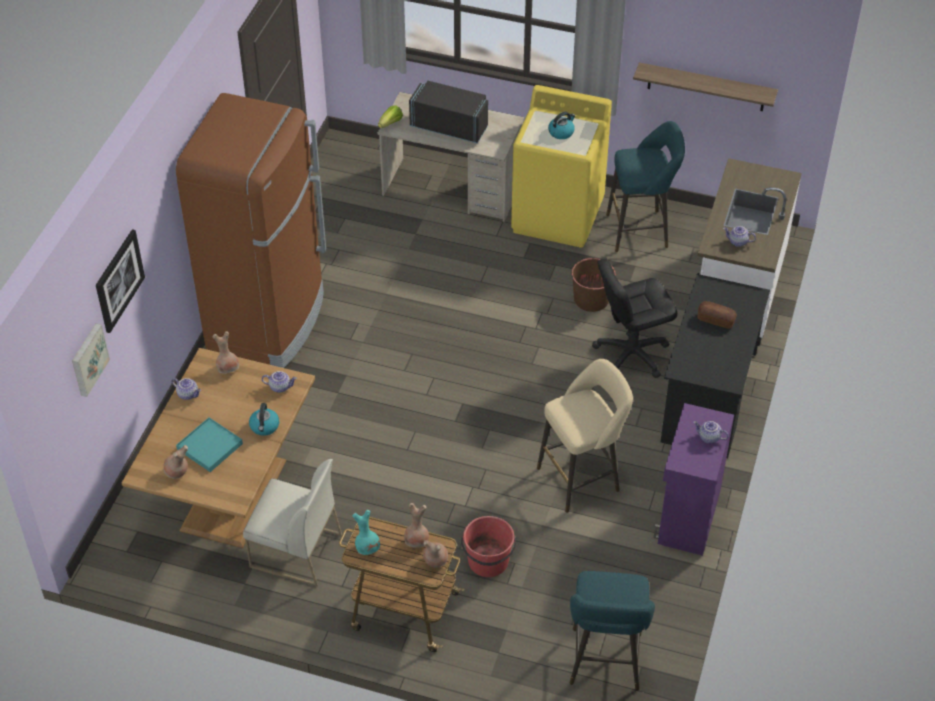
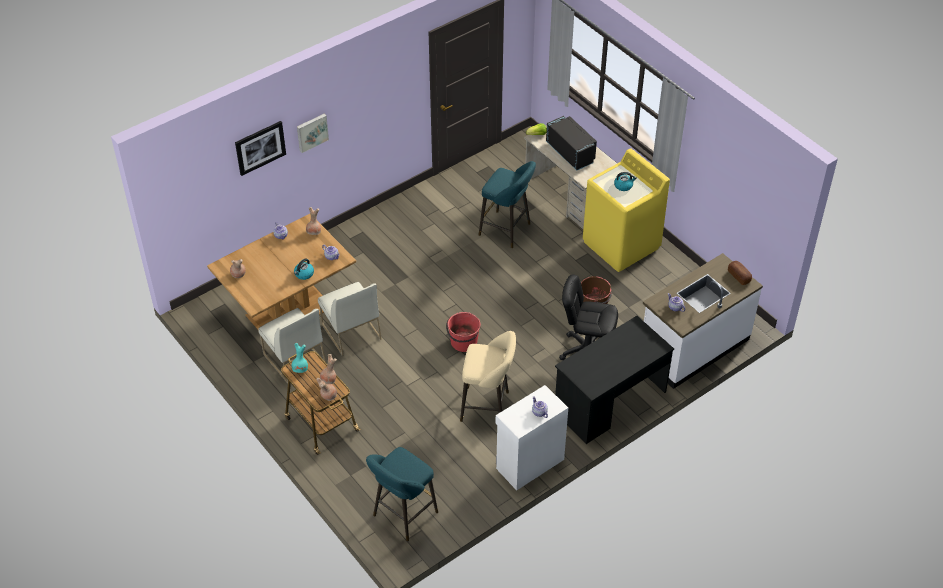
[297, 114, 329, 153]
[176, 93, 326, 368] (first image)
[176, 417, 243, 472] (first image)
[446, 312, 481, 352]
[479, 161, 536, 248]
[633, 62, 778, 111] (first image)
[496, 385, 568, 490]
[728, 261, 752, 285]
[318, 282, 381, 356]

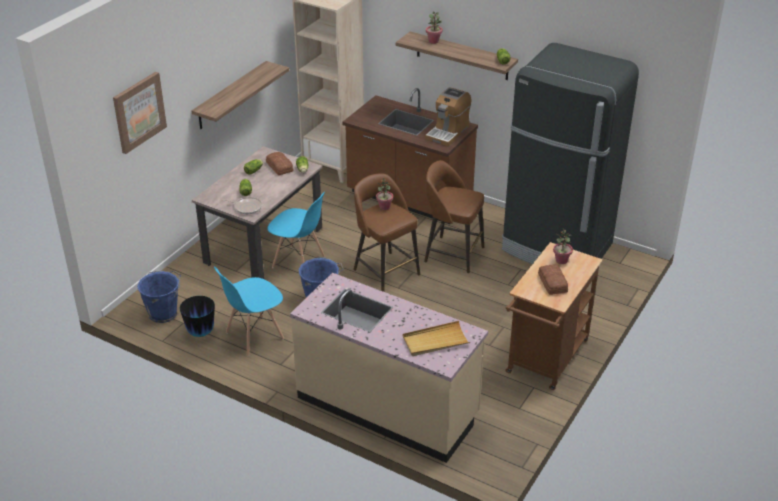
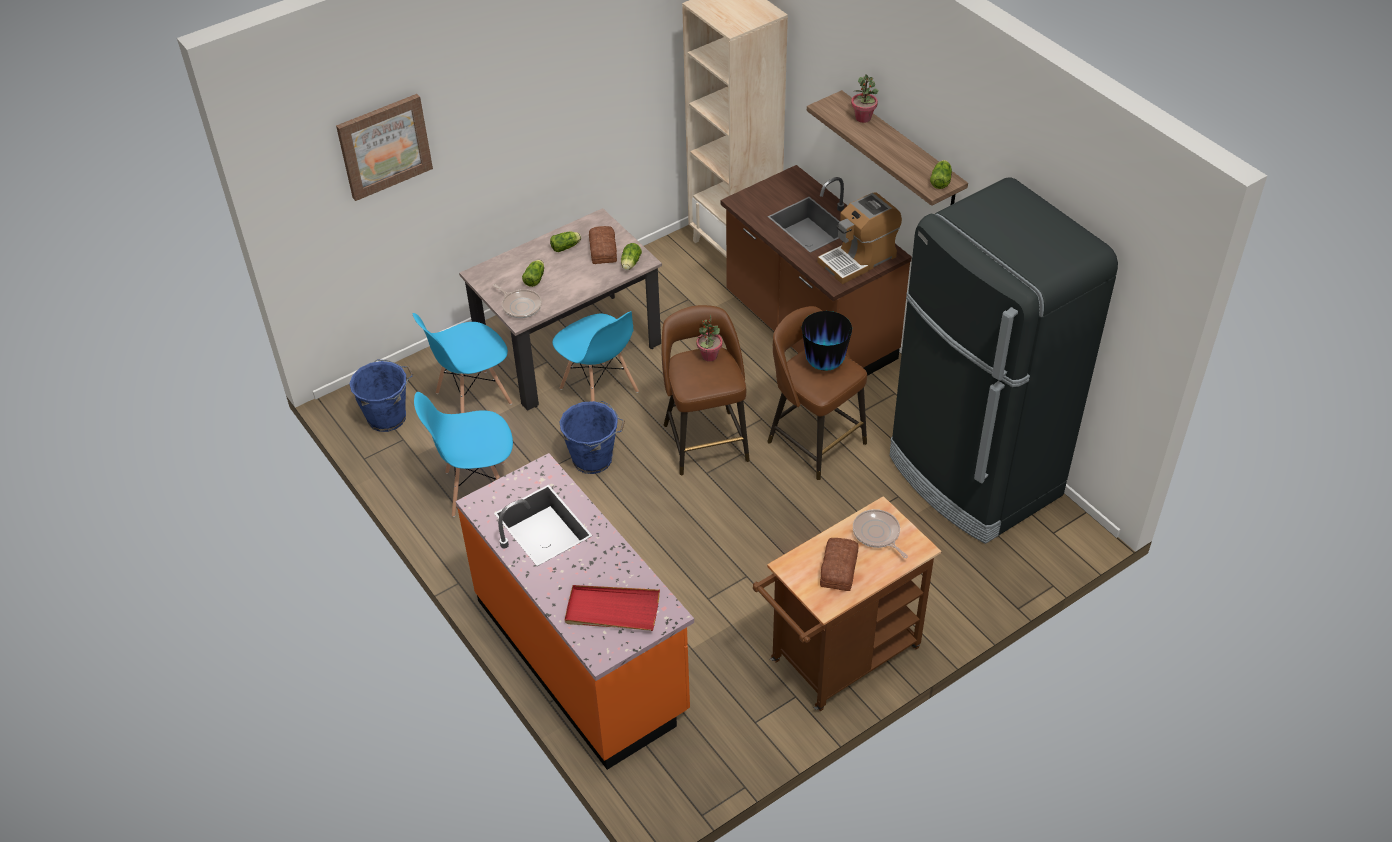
[802, 311, 852, 371]
[191, 61, 289, 129] (first image)
[456, 453, 694, 770]
[565, 585, 660, 631]
[853, 509, 908, 558]
[413, 313, 512, 413]

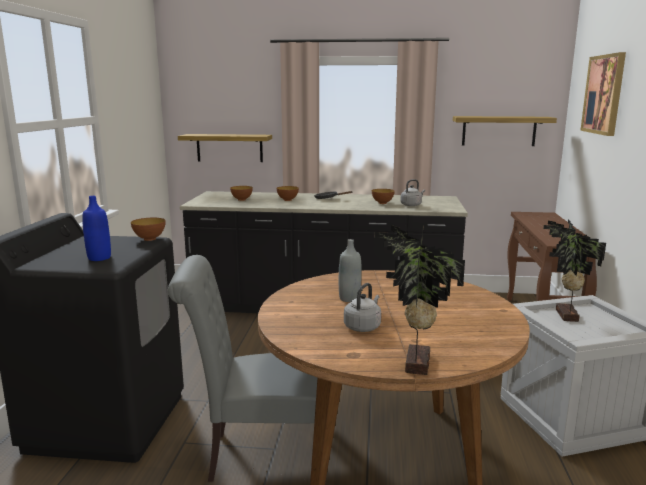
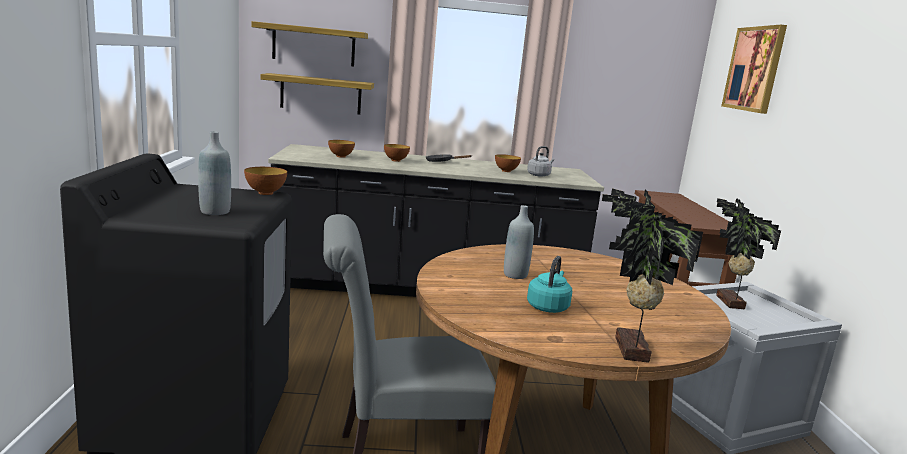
[198, 131, 231, 215]
[527, 256, 572, 313]
[252, 21, 368, 67]

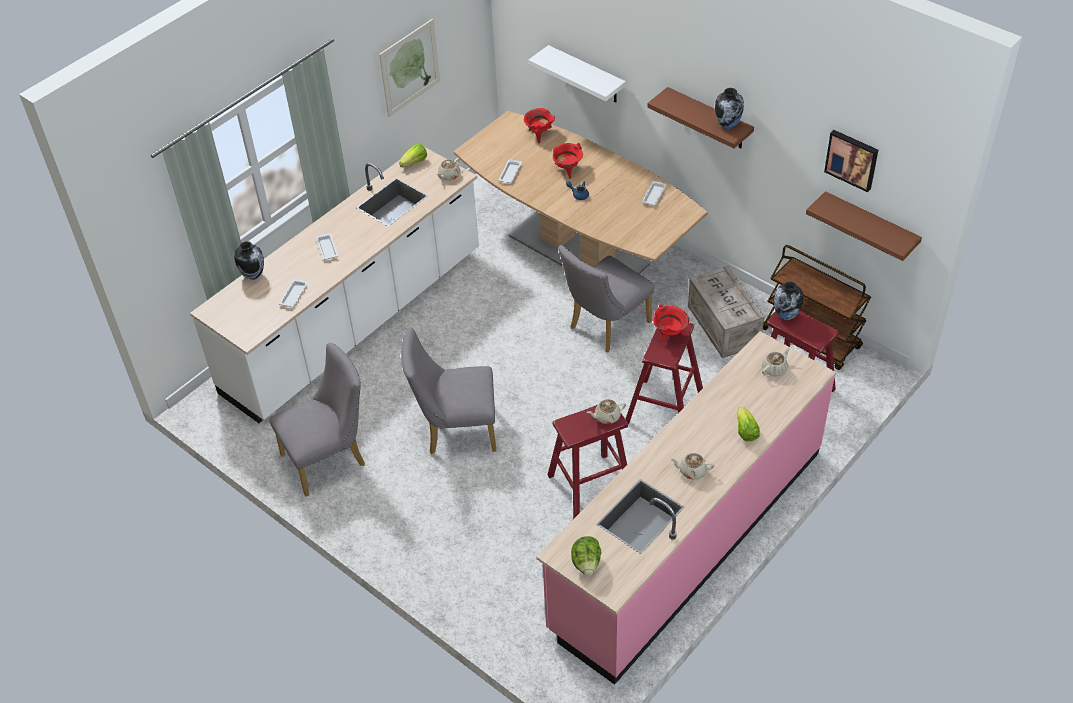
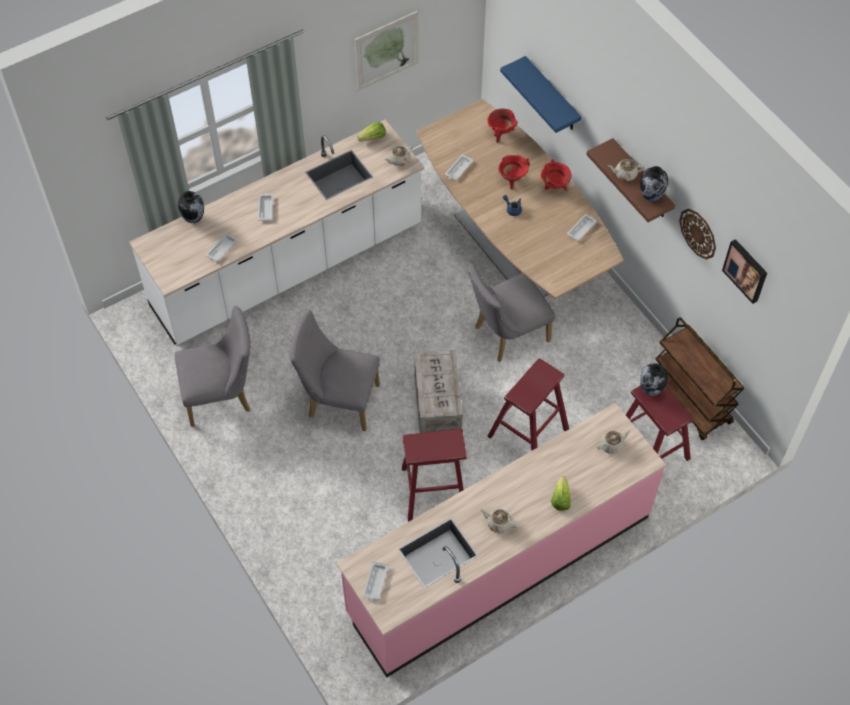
[500, 56, 582, 133]
[363, 561, 388, 600]
[608, 159, 644, 181]
[541, 159, 572, 191]
[414, 350, 463, 433]
[806, 191, 922, 261] (first image)
[679, 208, 716, 260]

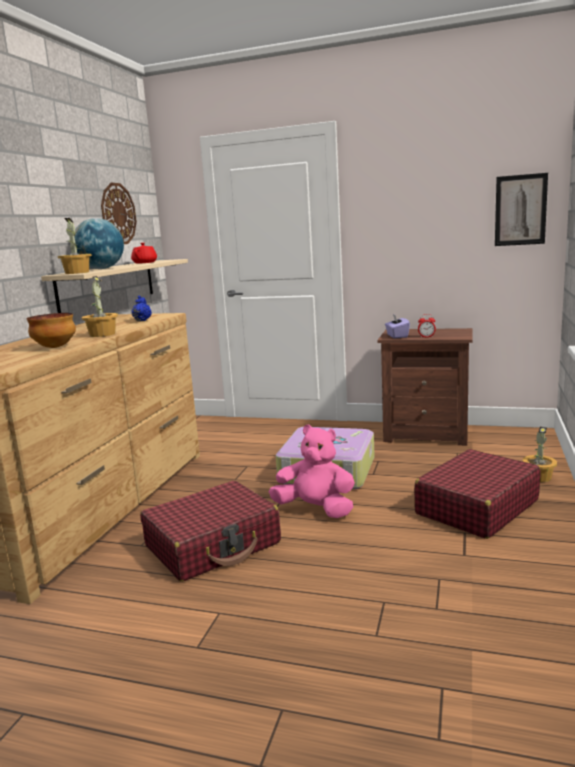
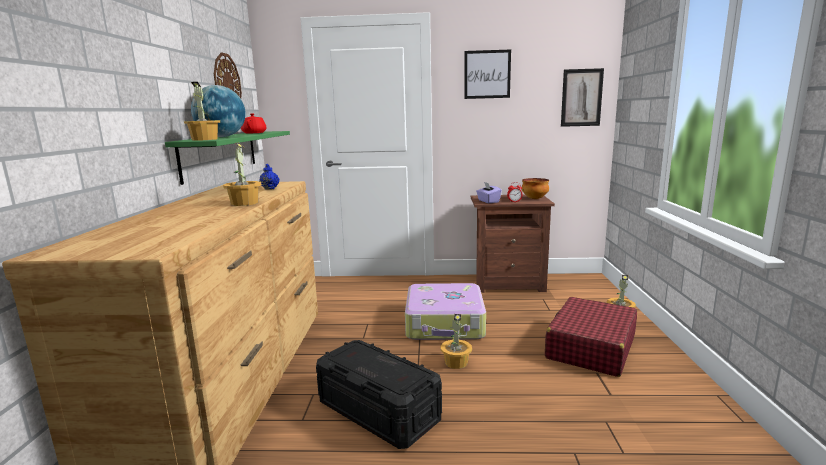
[522, 178, 549, 199]
[165, 131, 290, 185]
[316, 340, 442, 449]
[441, 314, 472, 369]
[464, 49, 511, 99]

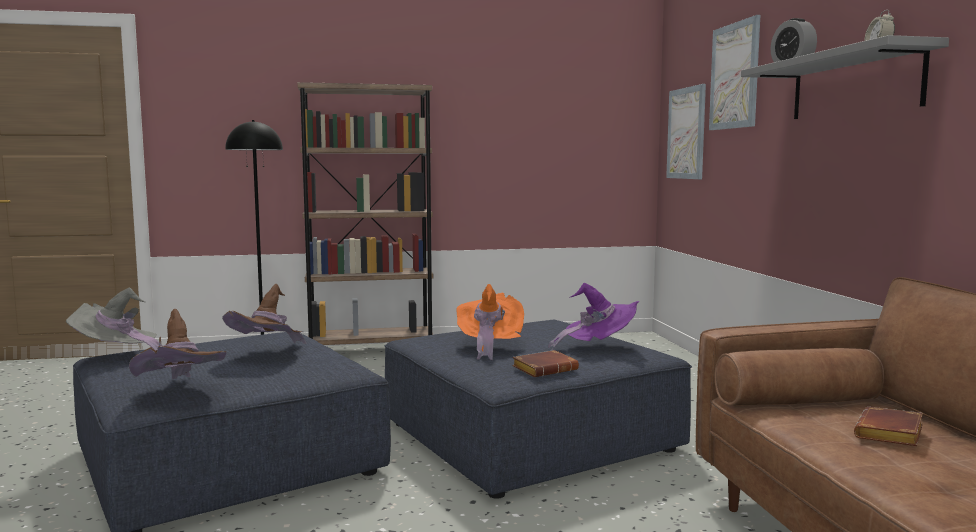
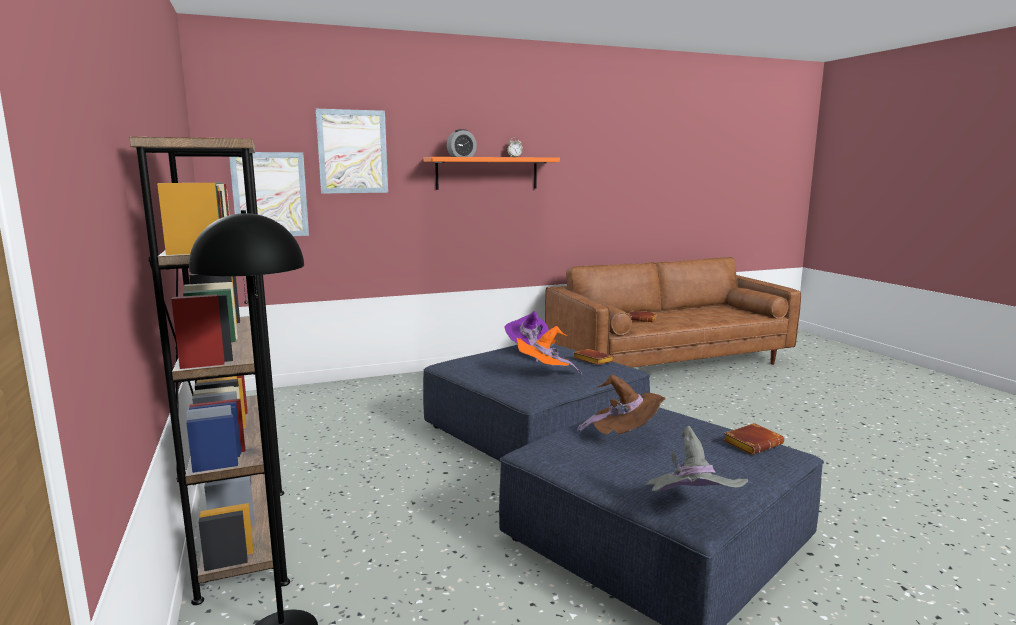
[723, 423, 784, 455]
[423, 157, 560, 190]

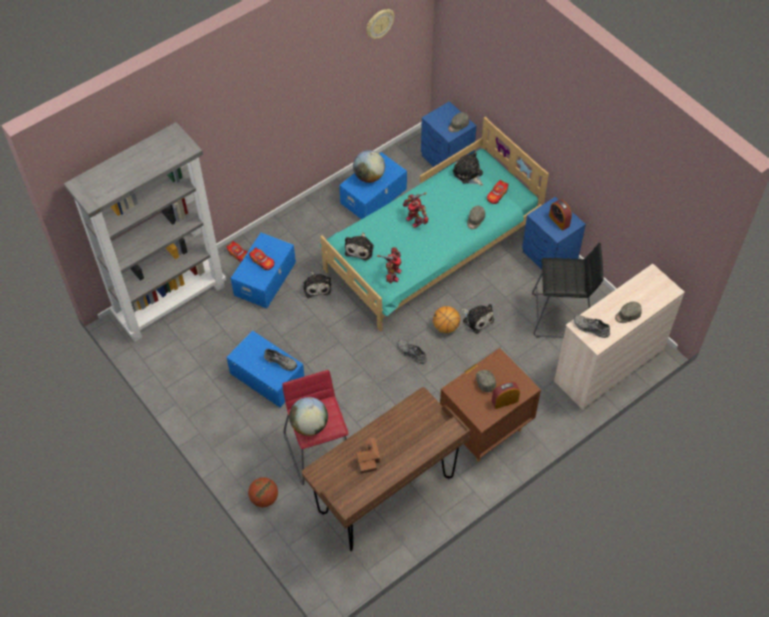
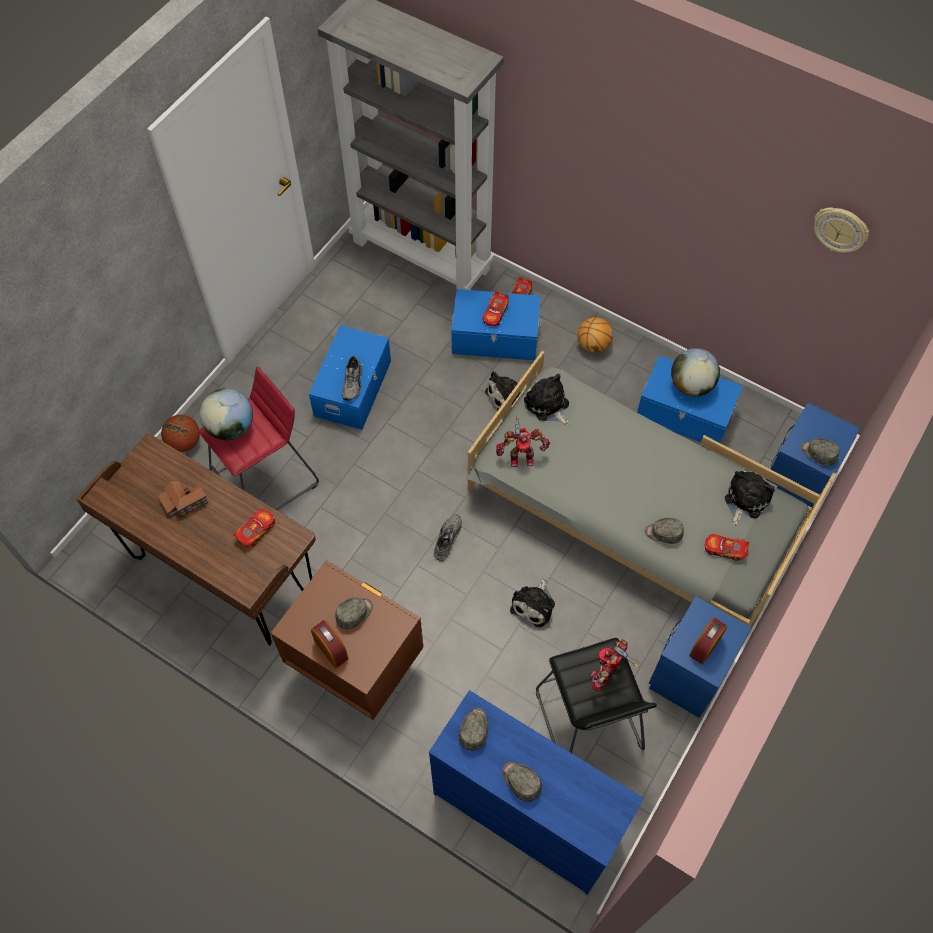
[465, 351, 836, 627]
[524, 374, 569, 425]
[590, 639, 639, 691]
[577, 317, 613, 353]
[429, 690, 644, 895]
[459, 708, 488, 751]
[233, 510, 275, 547]

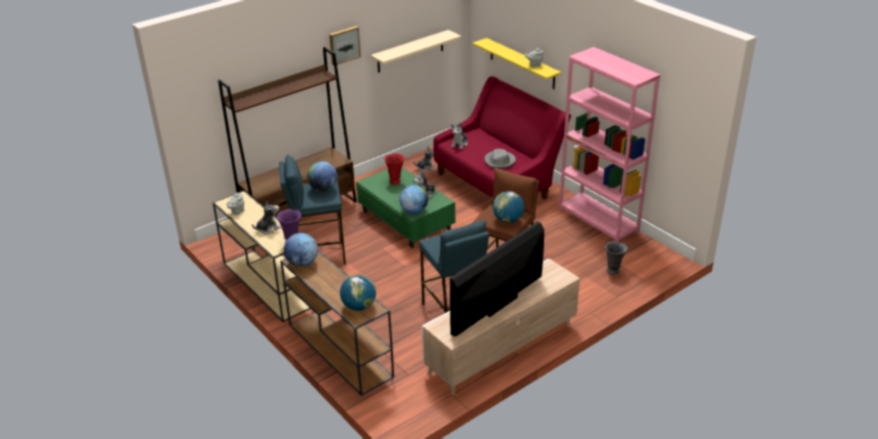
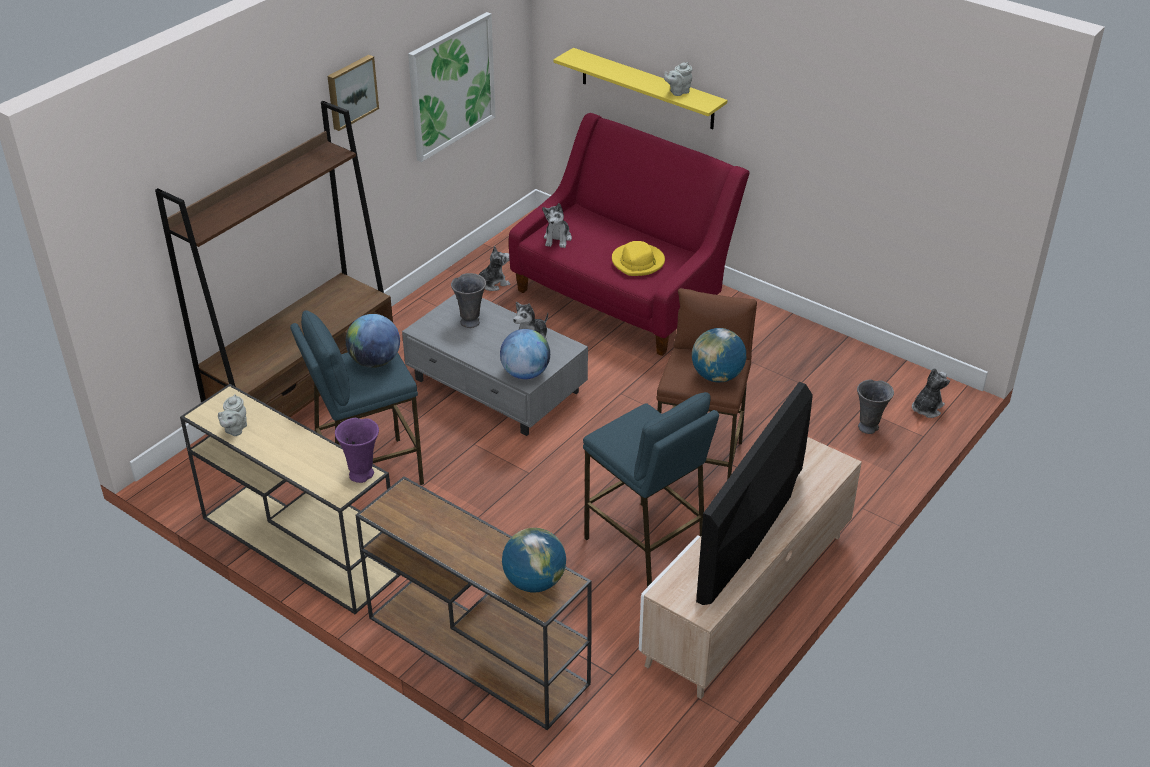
[912, 368, 950, 418]
[284, 233, 318, 267] (first image)
[402, 294, 588, 436]
[408, 12, 496, 162]
[451, 273, 486, 328]
[612, 241, 665, 276]
[559, 47, 661, 243] (first image)

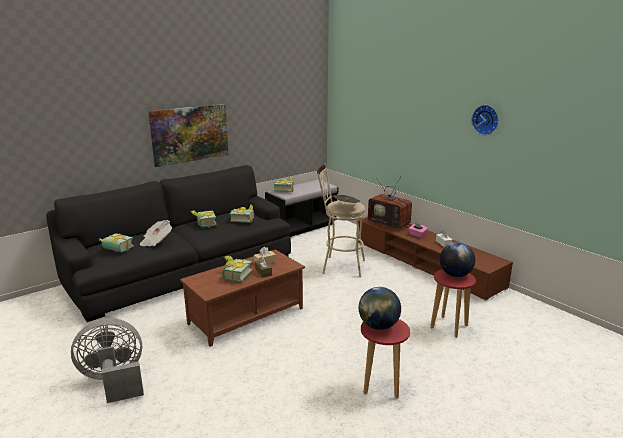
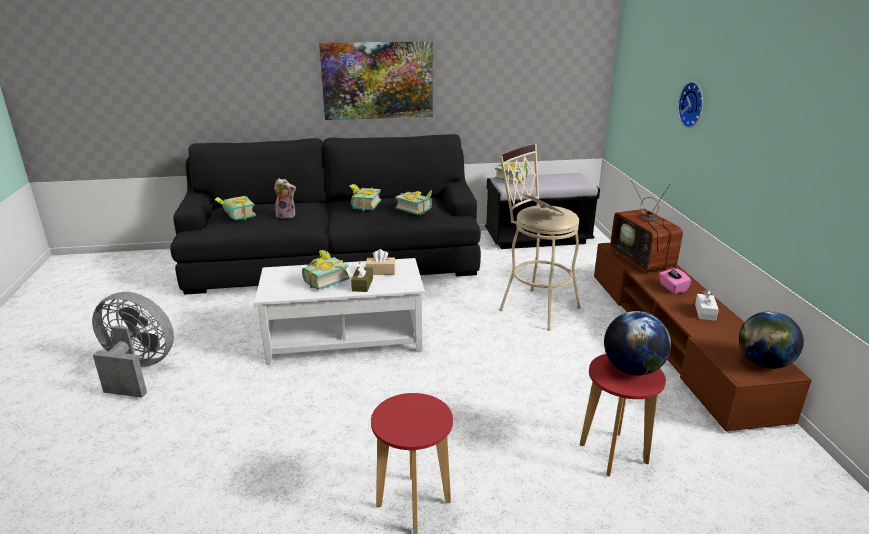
[274, 179, 296, 219]
[254, 258, 425, 365]
[739, 311, 804, 369]
[678, 82, 703, 128]

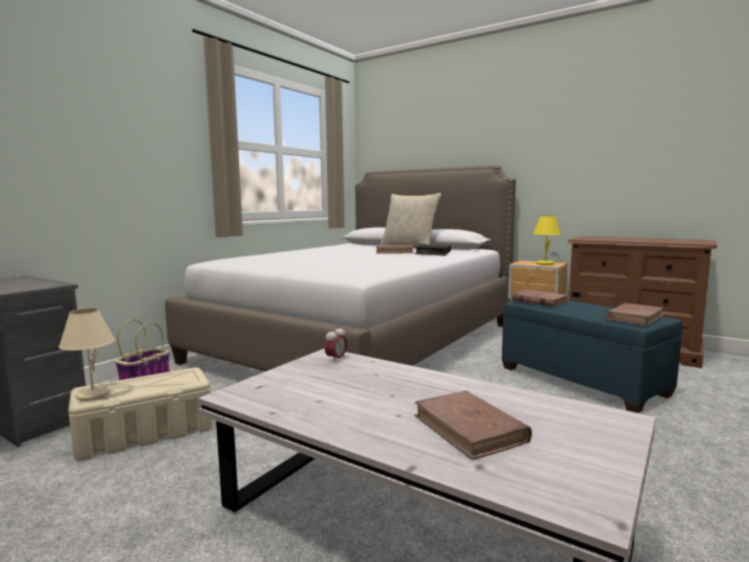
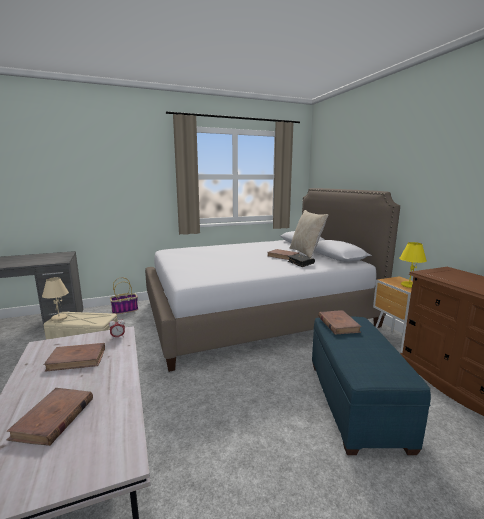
[44, 343, 105, 372]

